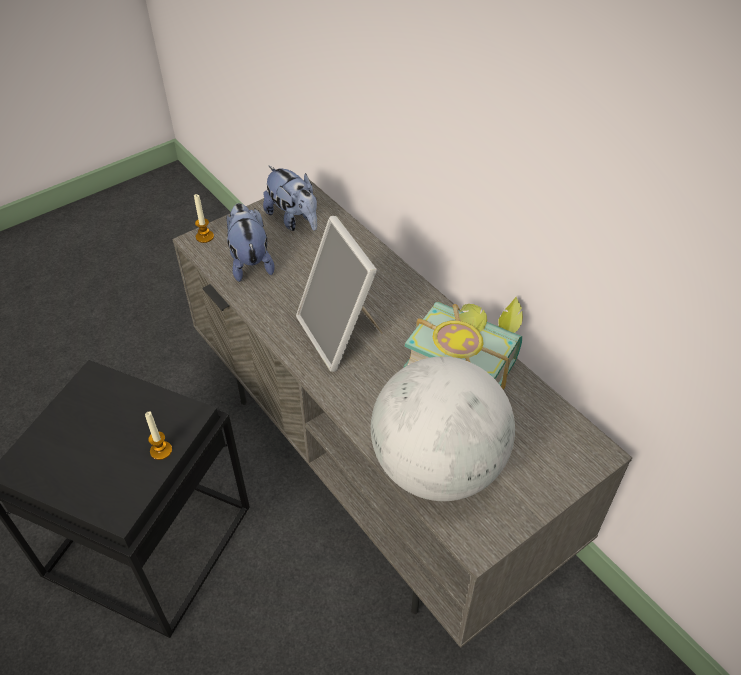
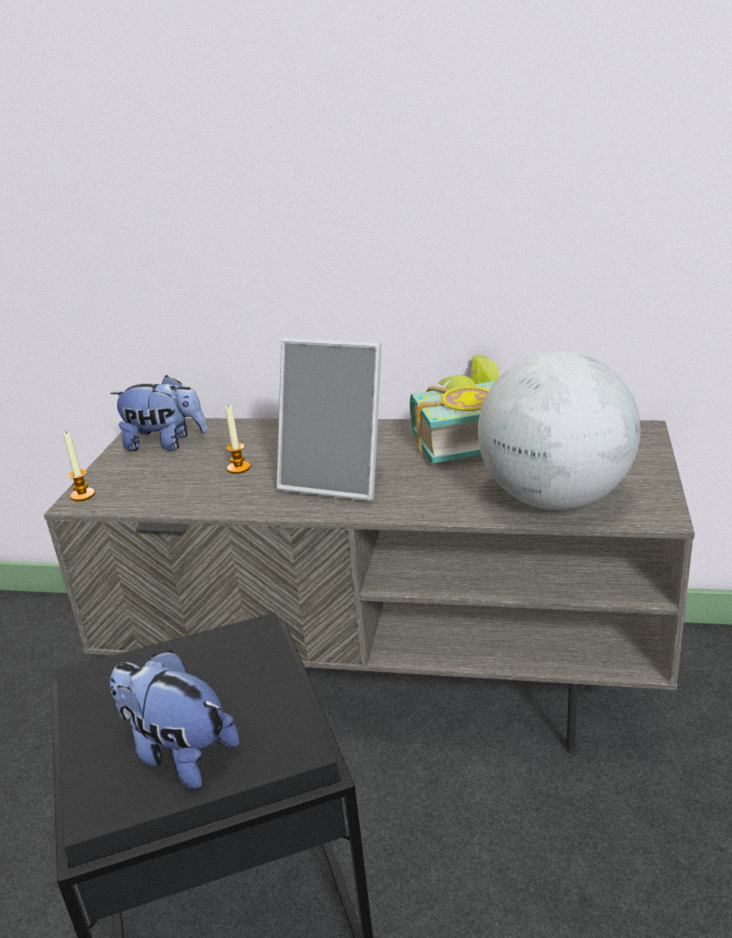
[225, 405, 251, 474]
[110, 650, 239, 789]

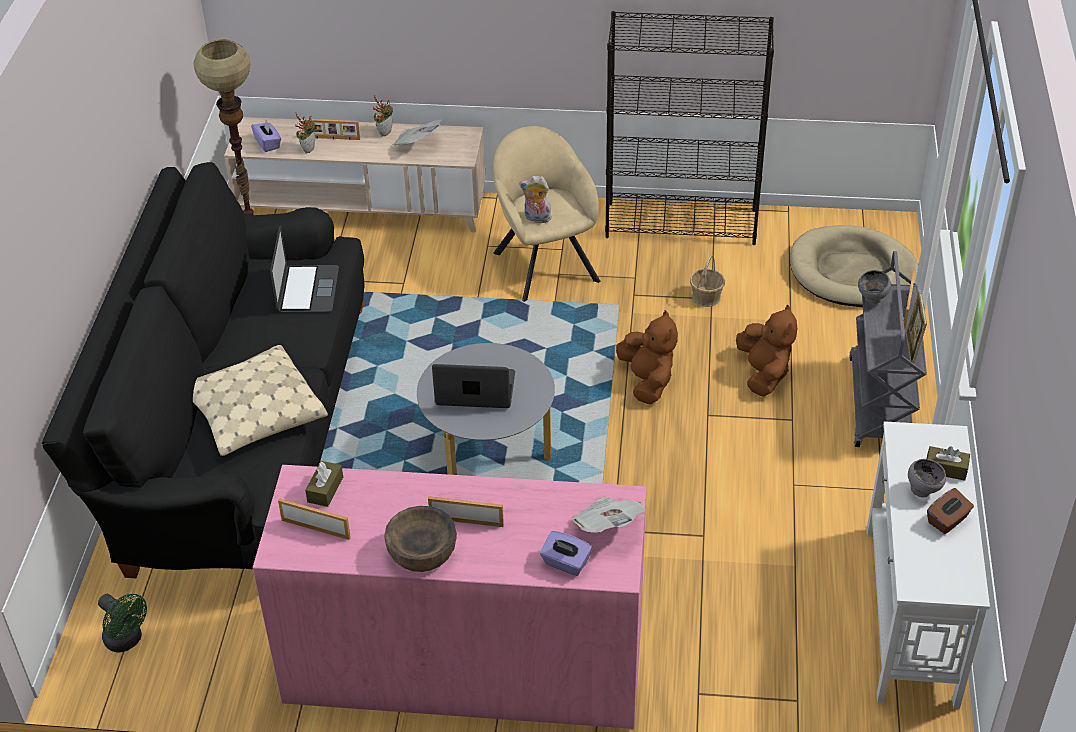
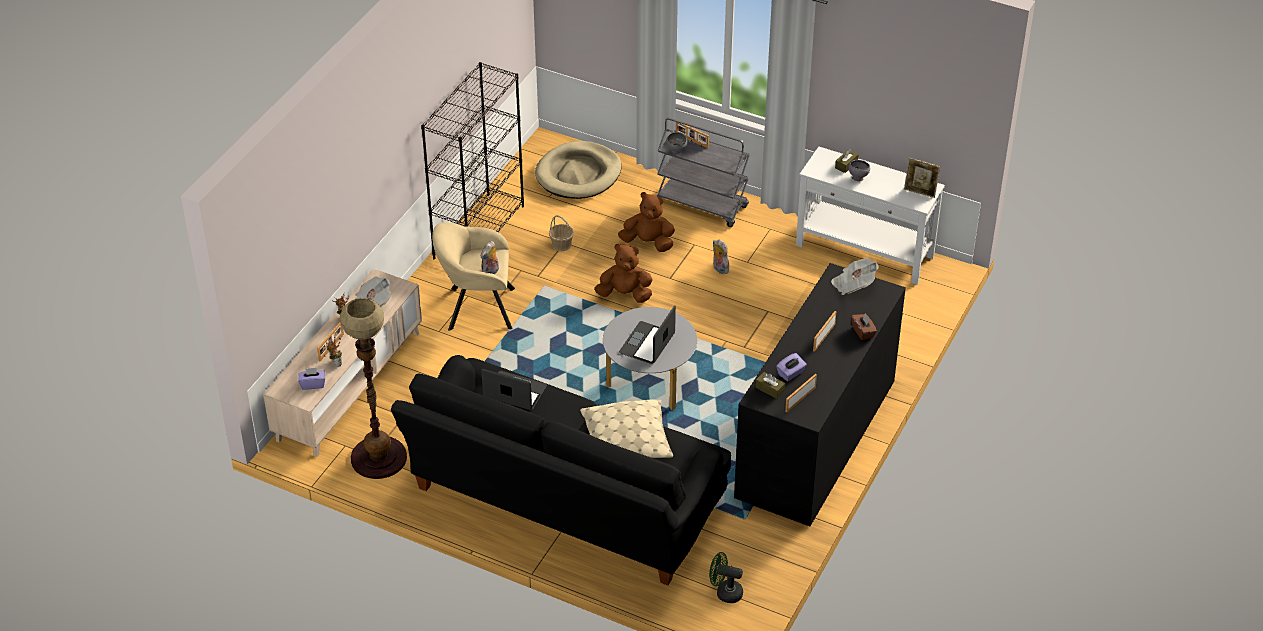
[709, 552, 743, 603]
[734, 263, 906, 526]
[384, 506, 457, 572] (first image)
[776, 353, 807, 381]
[904, 158, 940, 198]
[851, 313, 877, 340]
[713, 240, 729, 274]

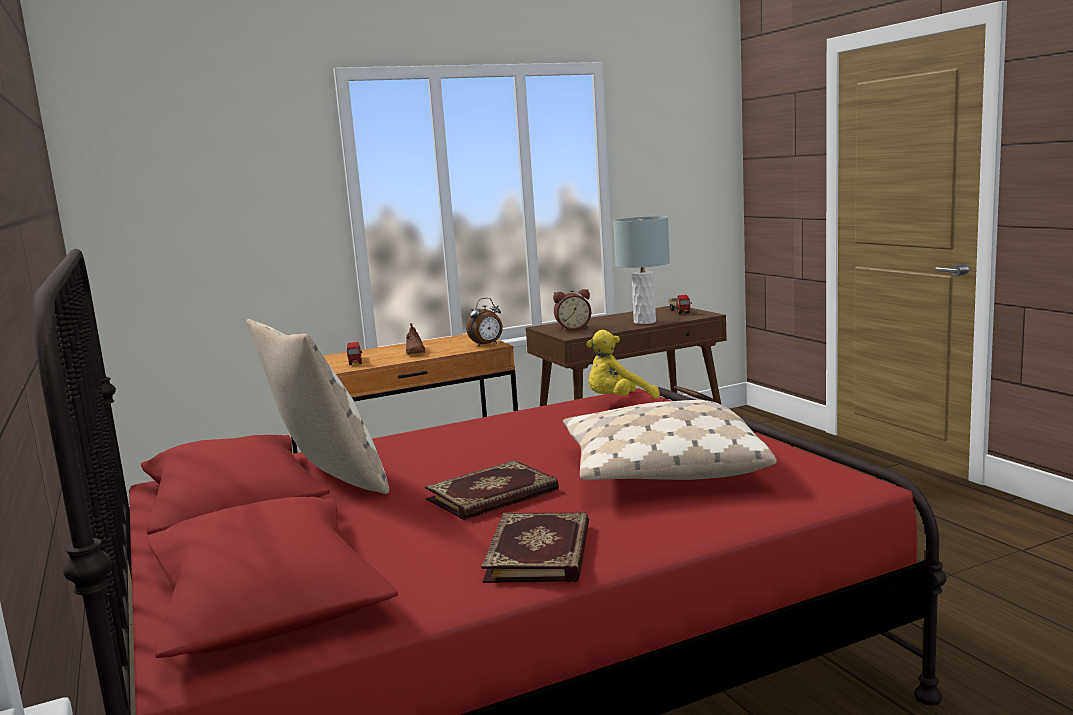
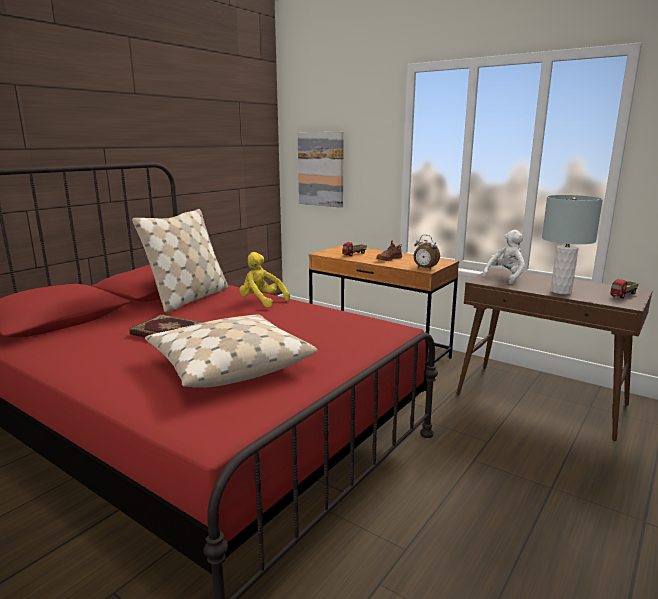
[481, 512, 589, 583] (first image)
[482, 230, 525, 285]
[239, 252, 290, 308]
[298, 132, 344, 208]

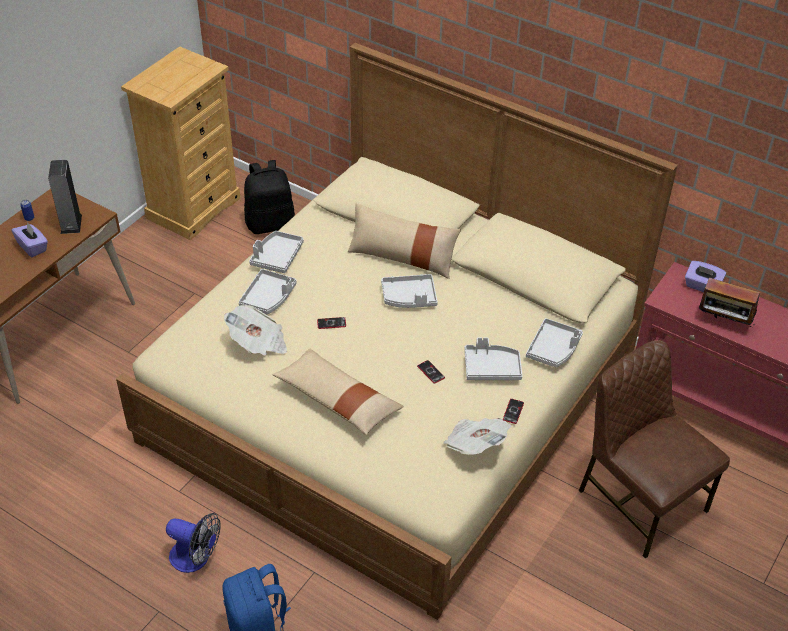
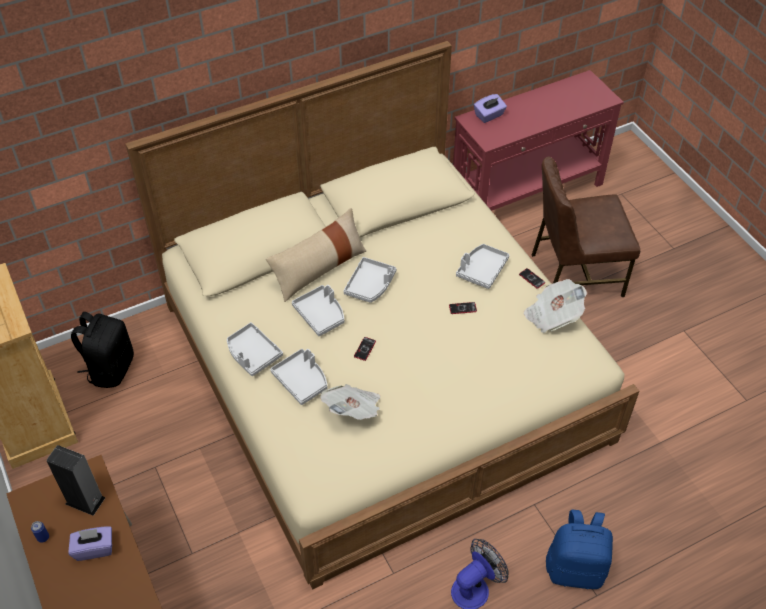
[272, 349, 404, 435] (first image)
[292, 285, 344, 336]
[699, 277, 760, 327] (first image)

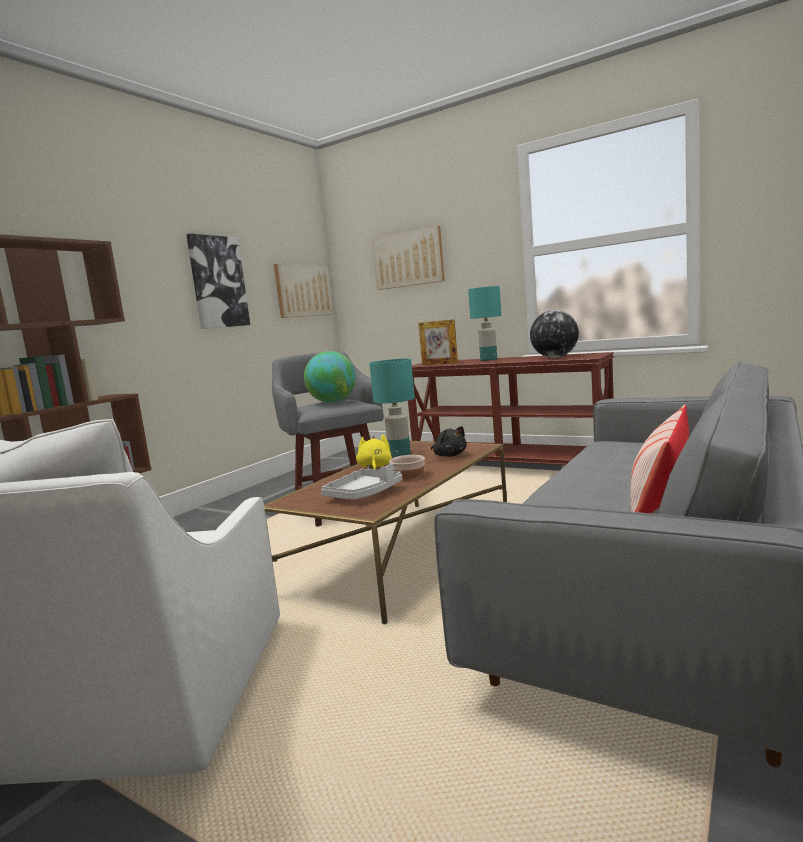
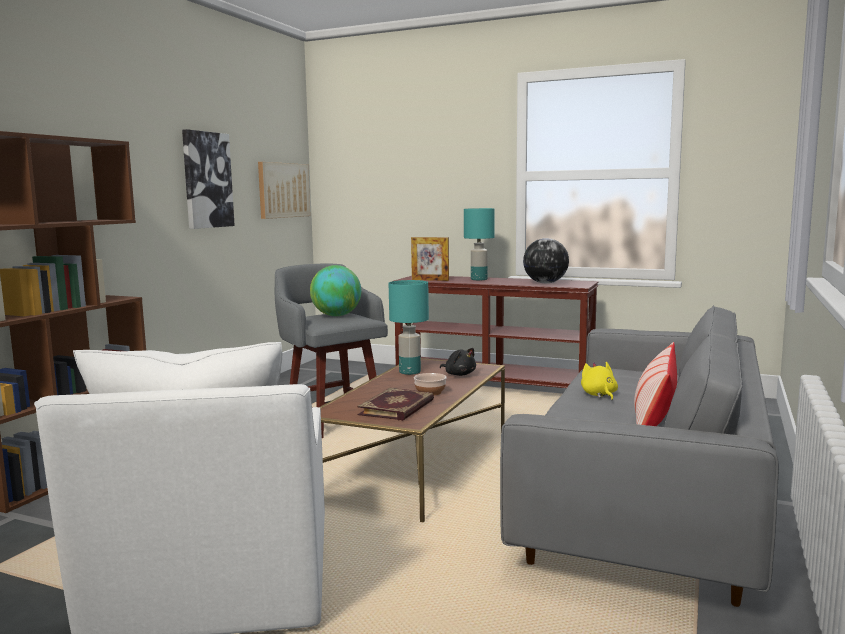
[357, 388, 434, 421]
[581, 362, 618, 400]
[372, 226, 445, 290] (first image)

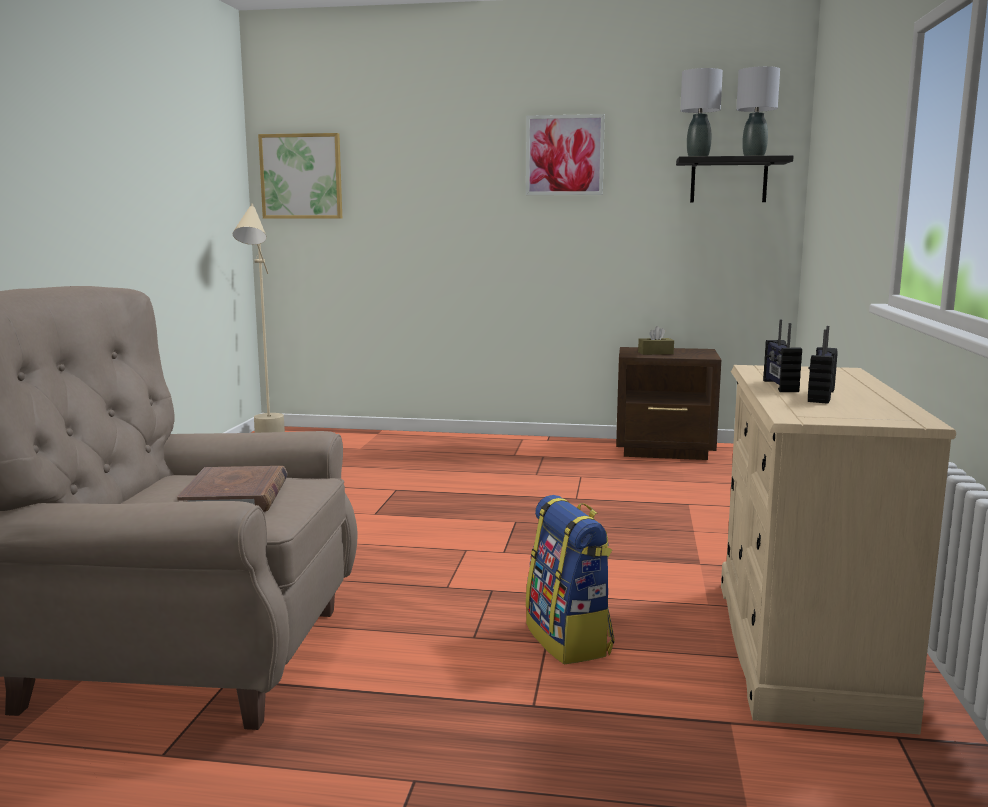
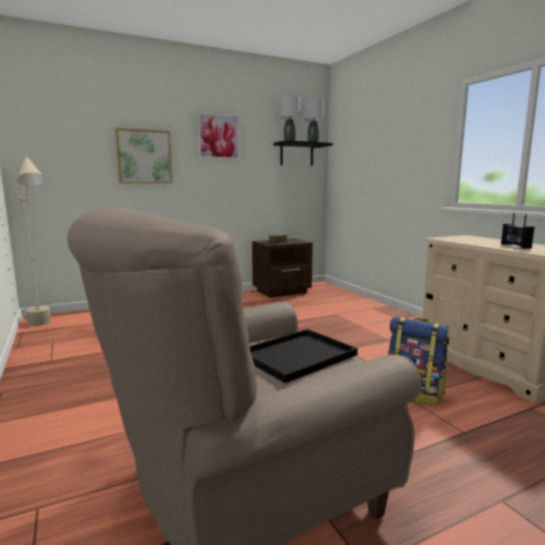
[250, 329, 358, 383]
[115, 128, 173, 183]
[763, 320, 802, 392] (first image)

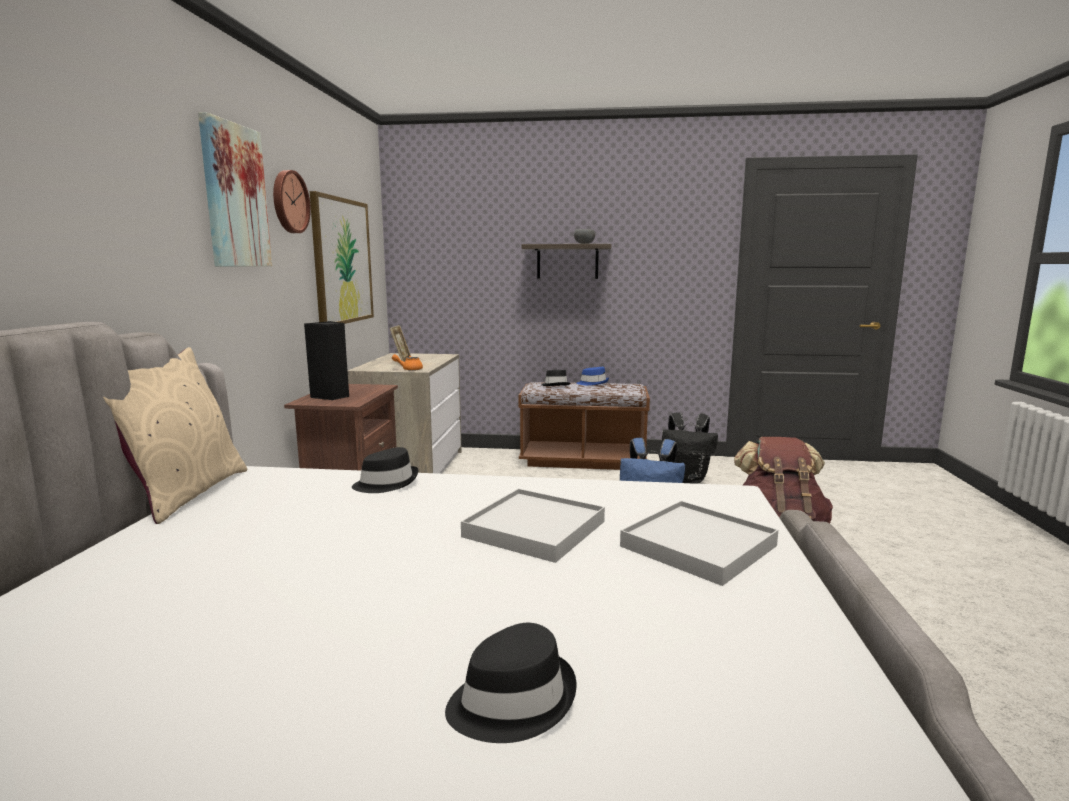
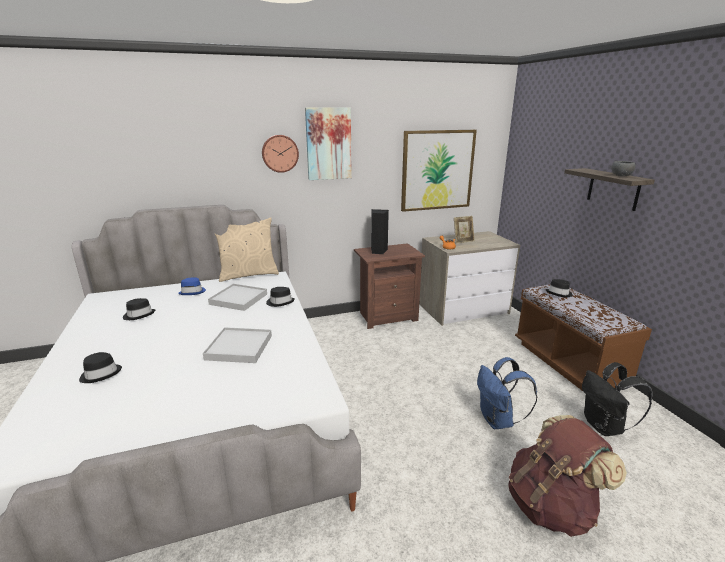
[262, 135, 299, 173]
[178, 277, 206, 295]
[208, 284, 267, 311]
[123, 298, 155, 320]

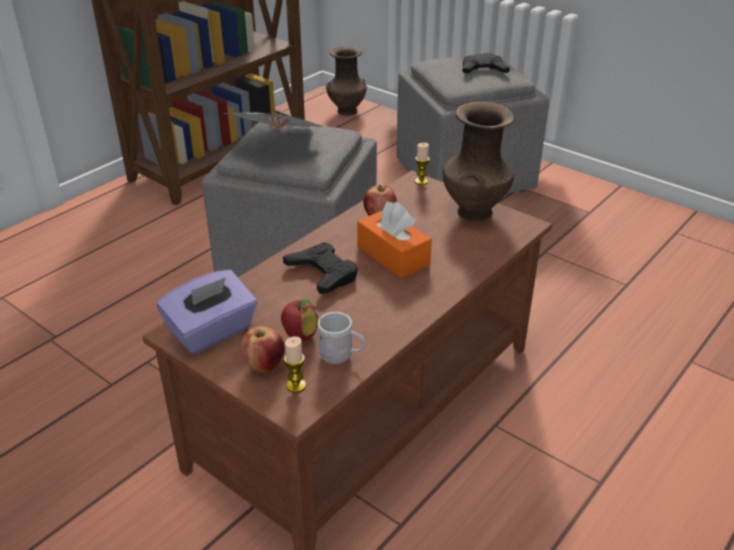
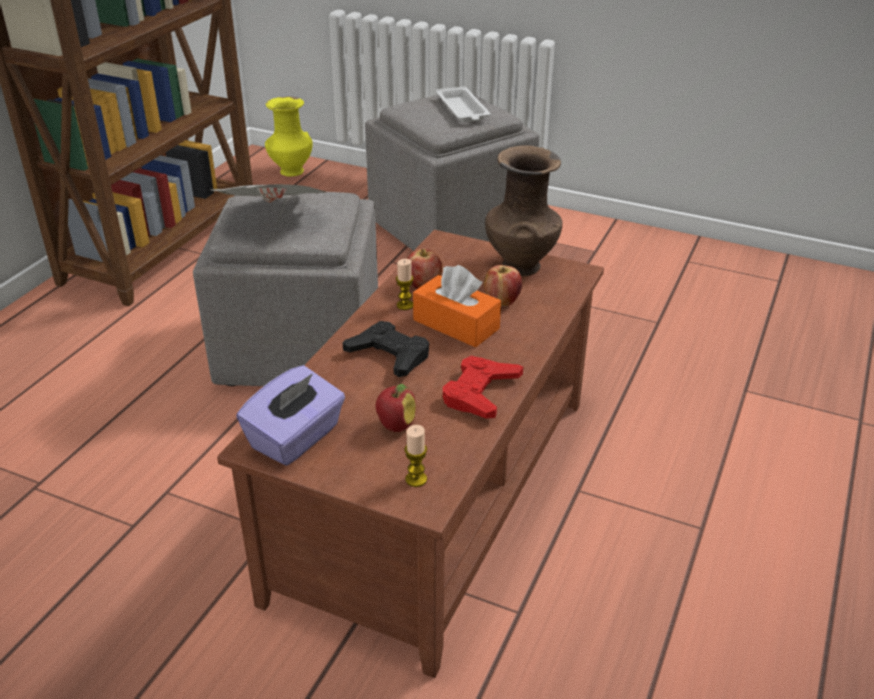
[484, 265, 522, 306]
[315, 309, 366, 364] (first image)
[265, 96, 313, 176]
[396, 259, 414, 310]
[436, 86, 491, 123]
[443, 355, 523, 419]

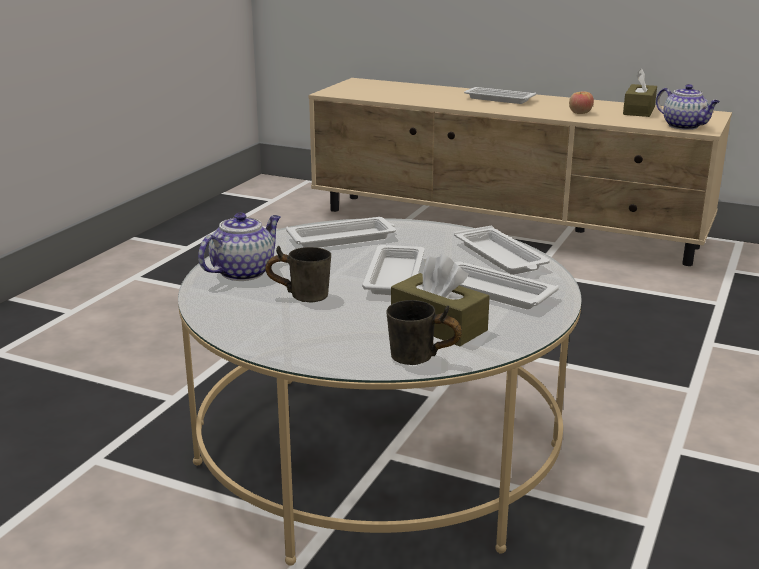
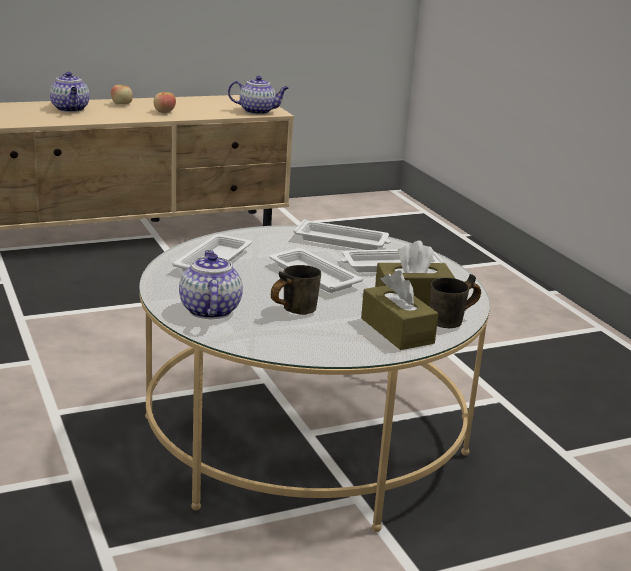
[50, 72, 90, 112]
[361, 270, 439, 350]
[111, 85, 133, 104]

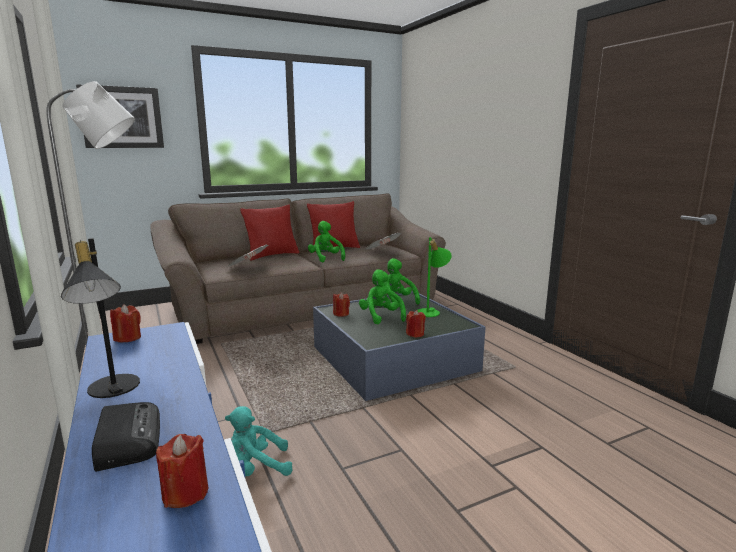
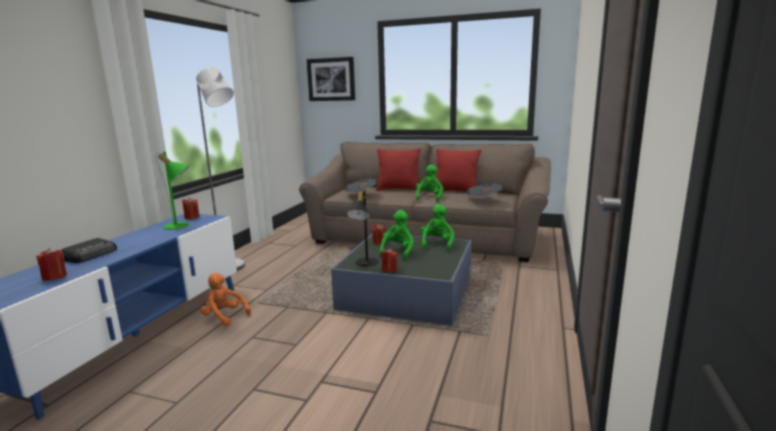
[346, 190, 379, 267]
[200, 273, 251, 326]
[156, 151, 190, 229]

